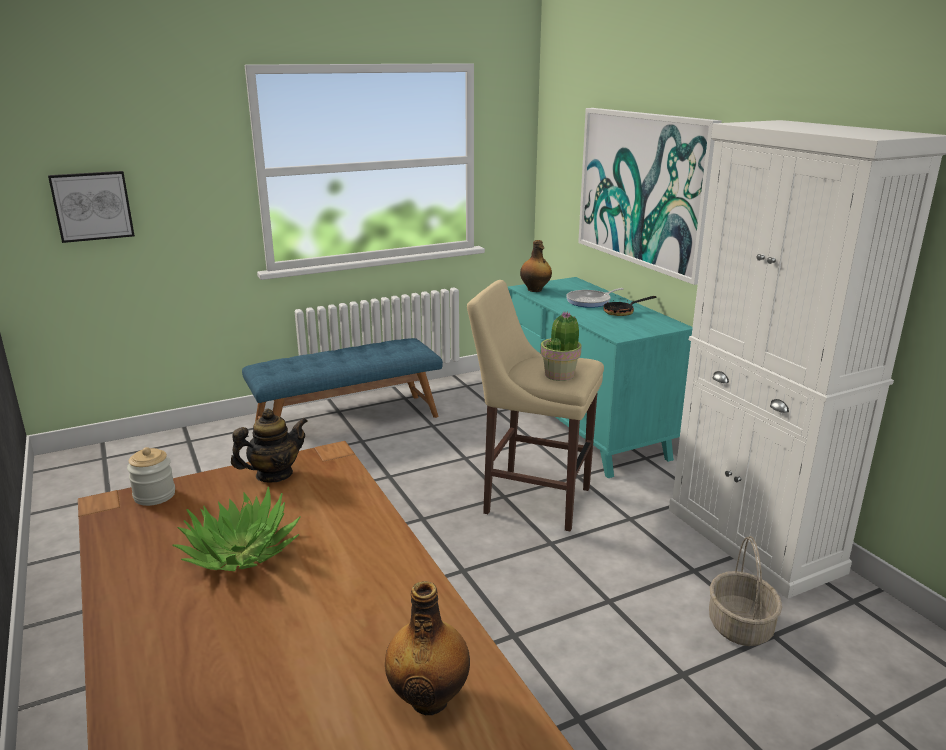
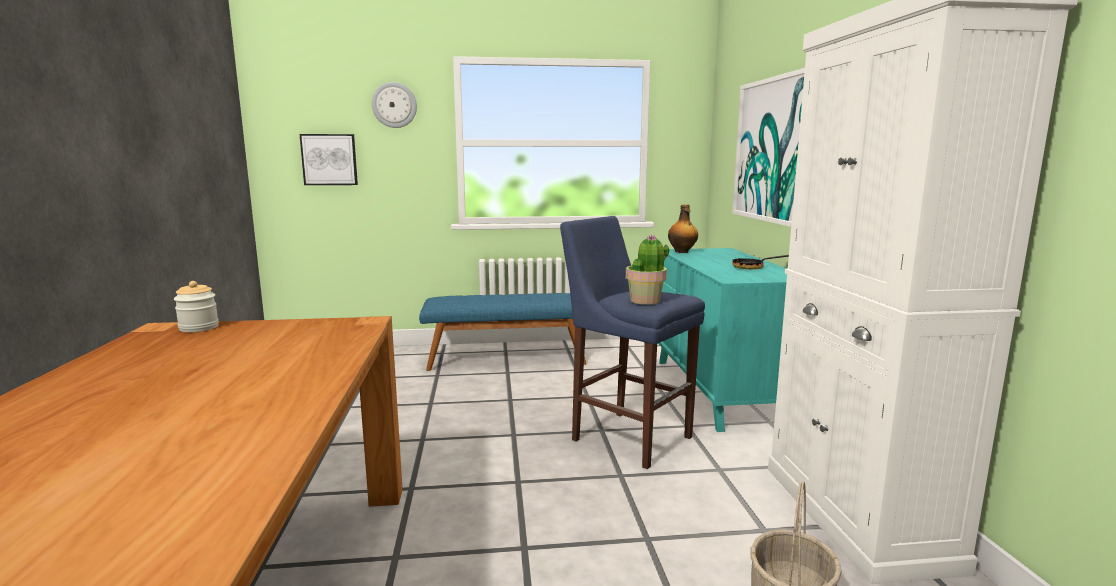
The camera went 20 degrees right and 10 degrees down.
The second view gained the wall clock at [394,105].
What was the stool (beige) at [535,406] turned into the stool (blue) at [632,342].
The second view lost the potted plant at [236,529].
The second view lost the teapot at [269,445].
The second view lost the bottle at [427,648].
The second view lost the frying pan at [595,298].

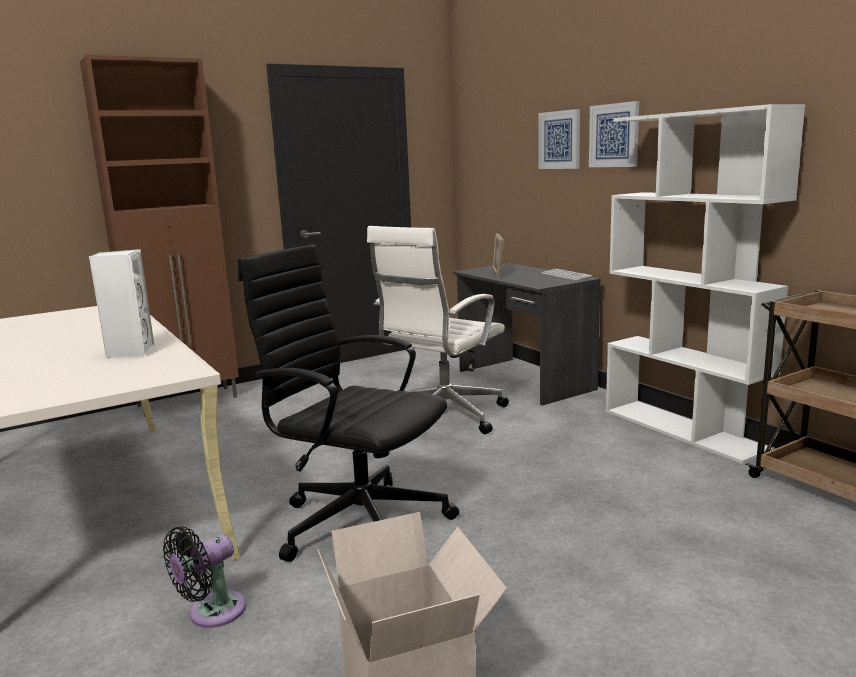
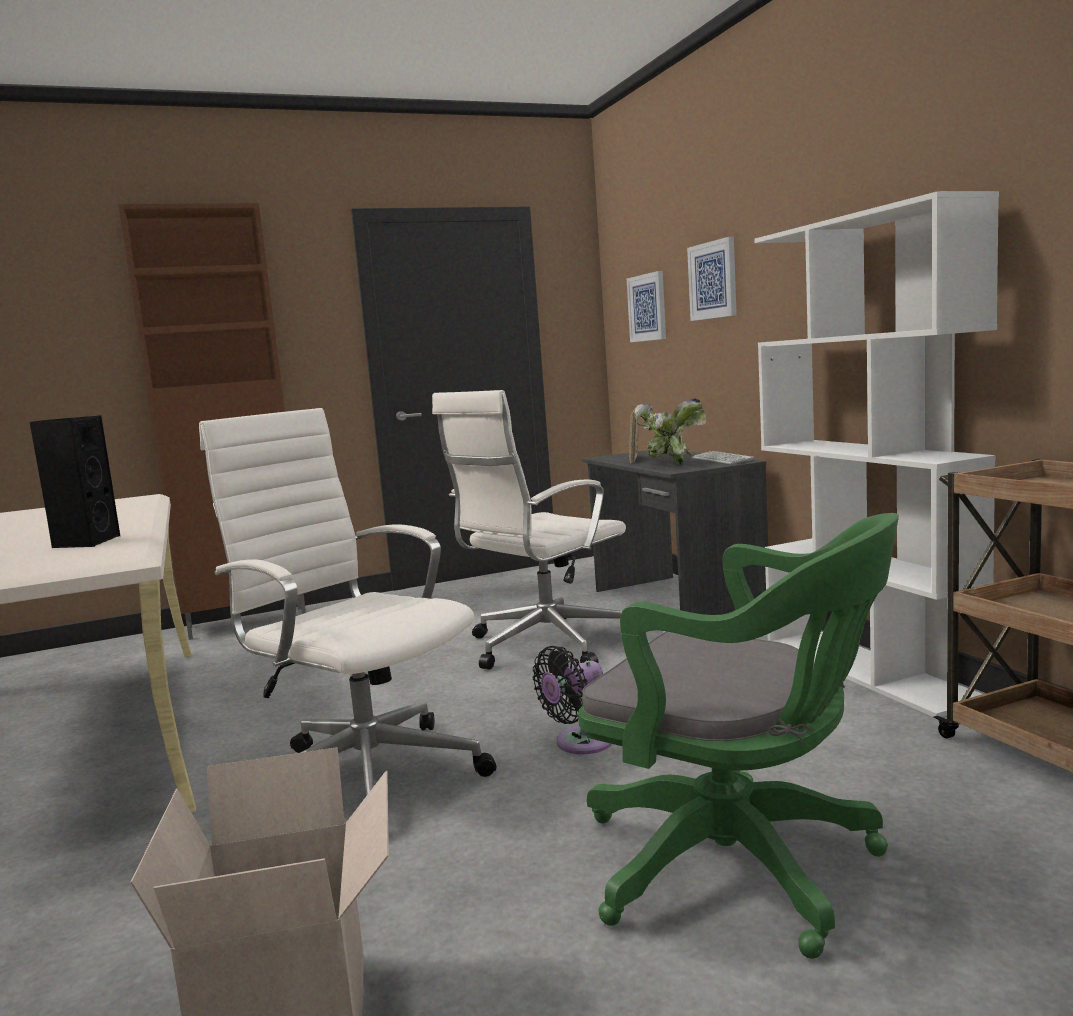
The camera went 10 degrees right and 5 degrees down.
What was the speaker (white) at [122,303] turned into the speaker (black) at [75,481].
What was the office chair (black) at [348,403] turned into the office chair (white) at [347,602].
The fan (black) ended up elsewhere, having gone from [204,577] to [572,700].
The second view gained the office chair (green) at [738,736].
The picture ended up elsewhere, having gone from [614,134] to [646,306].
The second view gained the potted plant at [670,431].

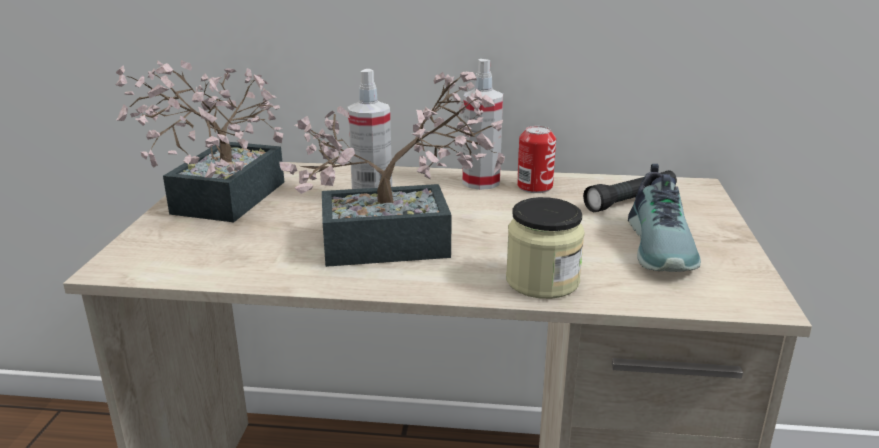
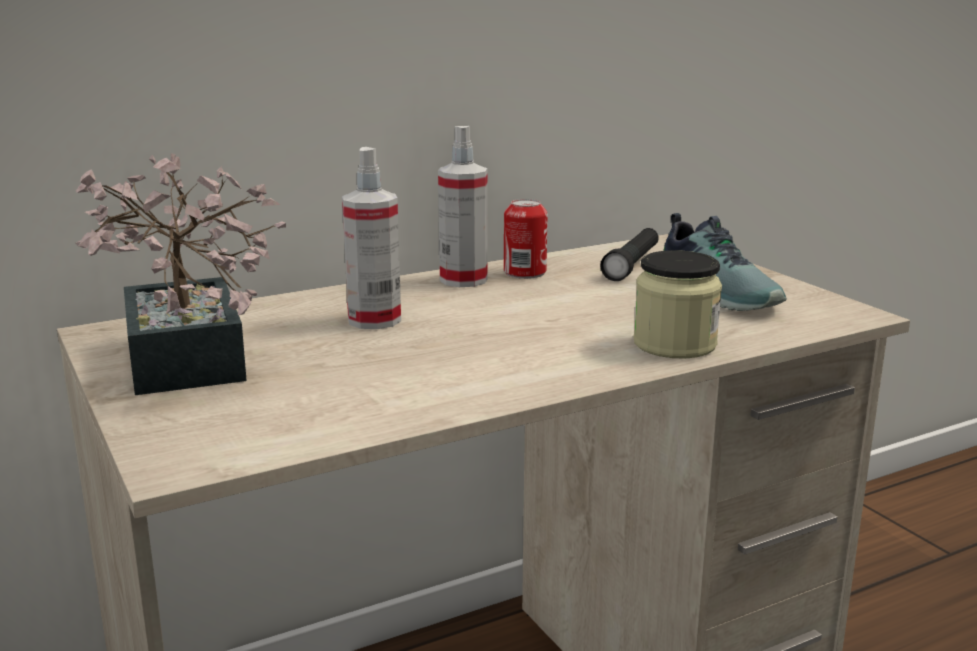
The camera went 35 degrees left and 5 degrees down.
The second view lost the potted plant at [392,169].

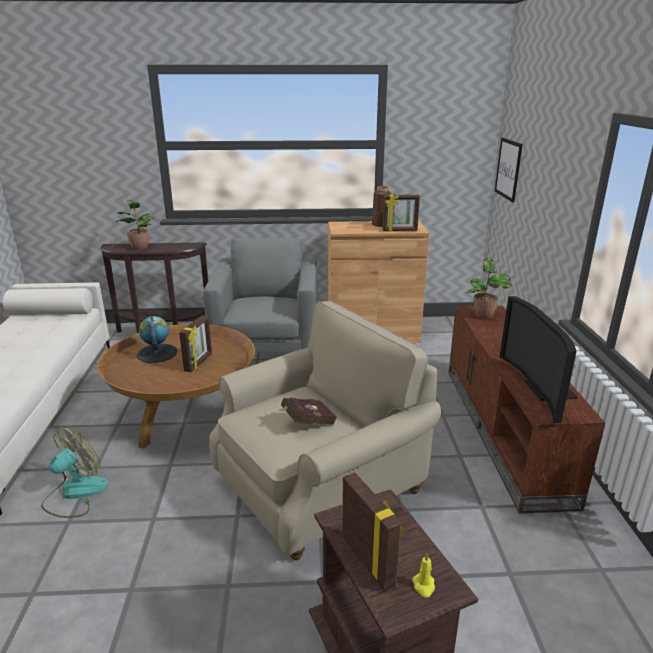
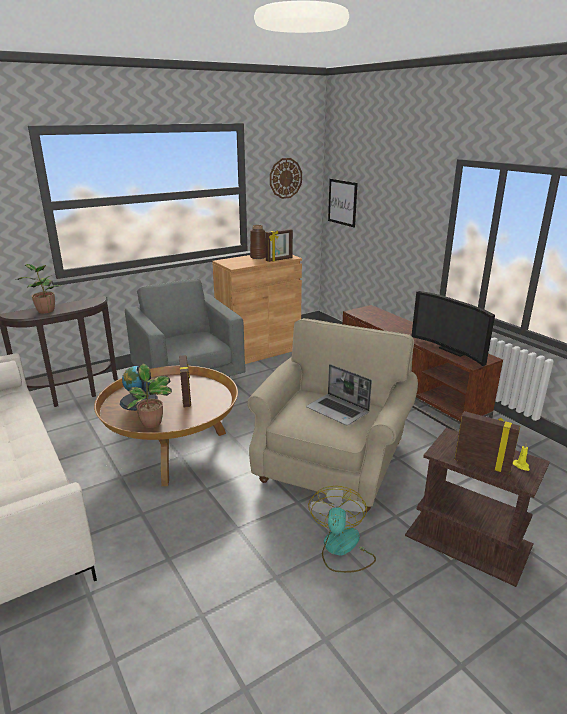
The camera went 30 degrees left and 0 degrees up.
The potted plant ended up elsewhere, having gone from [489,288] to [149,396].
The second view gained the wall clock at [286,178].
Where the book (red) stood at [308,411], the laptop came to stand at [339,395].
The fan ended up elsewhere, having gone from [74,472] to [342,529].

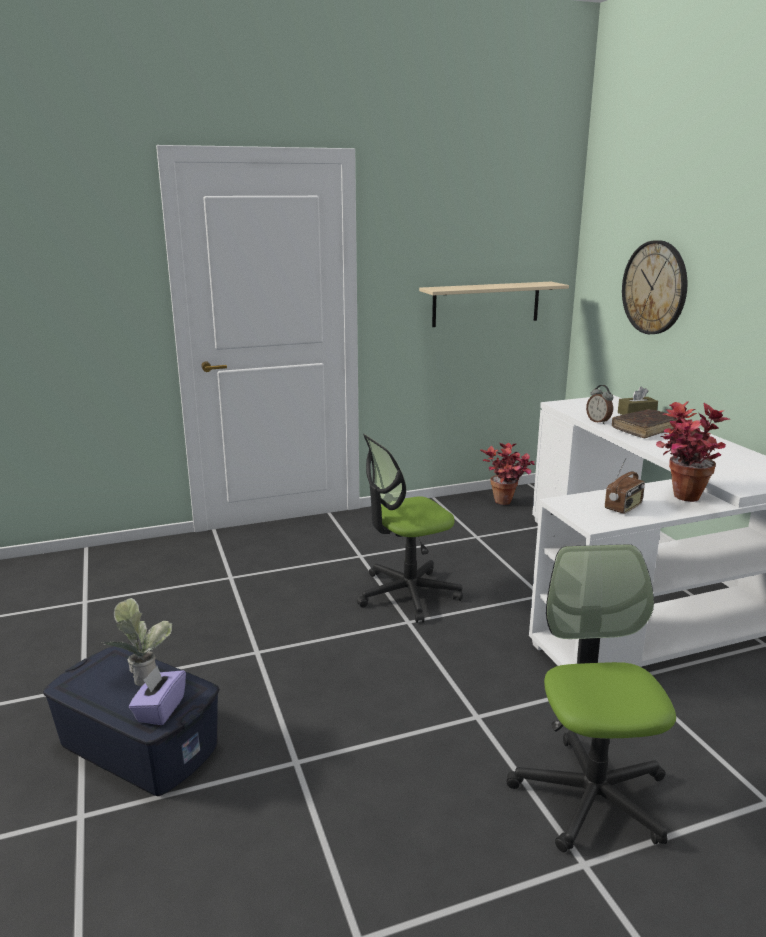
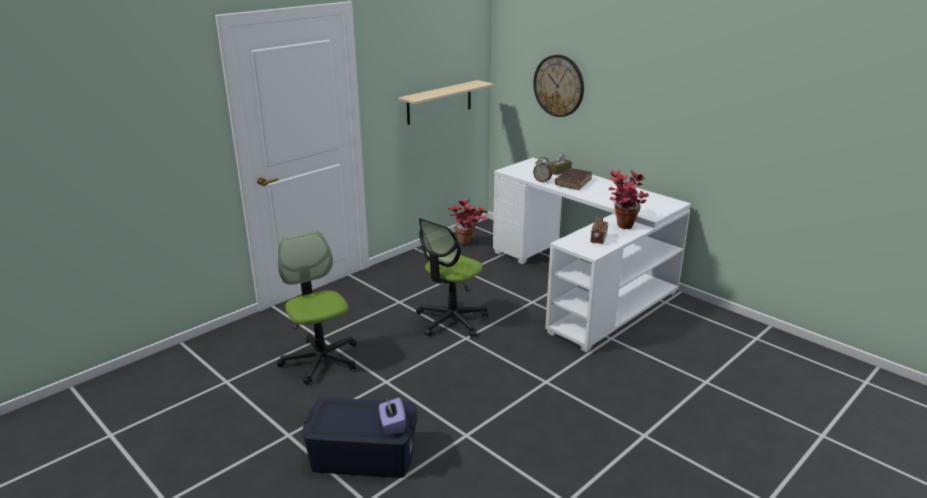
The camera went 25 degrees left and 5 degrees up.
The office chair ended up elsewhere, having gone from [591,698] to [317,308].
The second view lost the potted plant at [137,642].

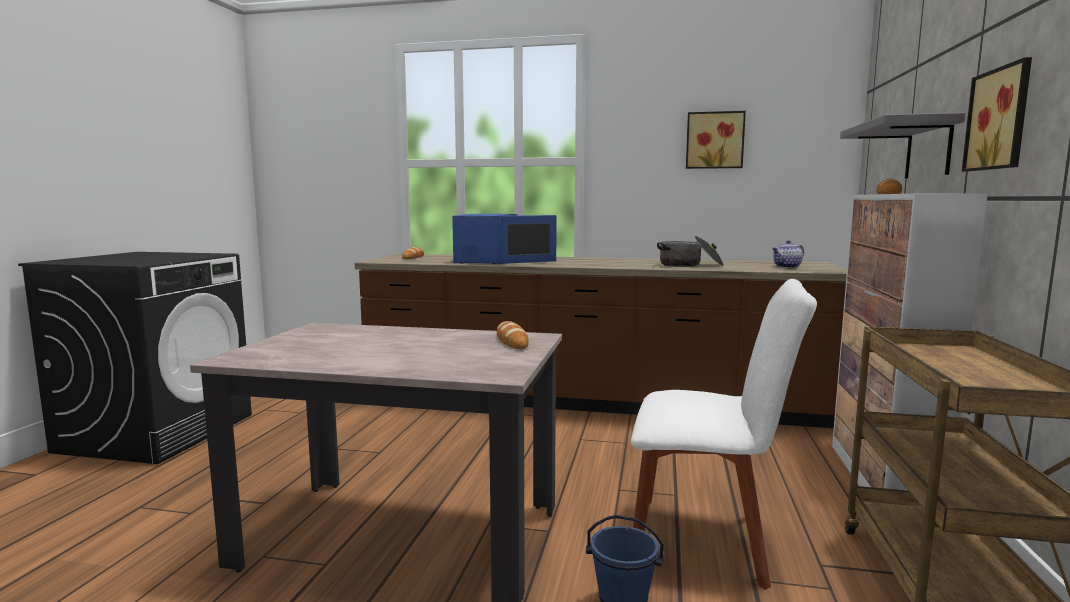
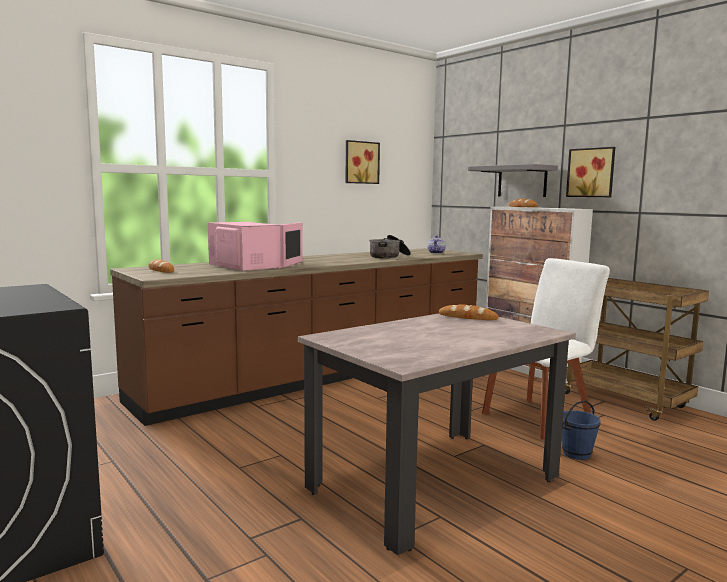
The camera went 50 degrees left and 0 degrees up.
What was the microwave (blue) at [504,239] turned into the microwave (pink) at [255,246].

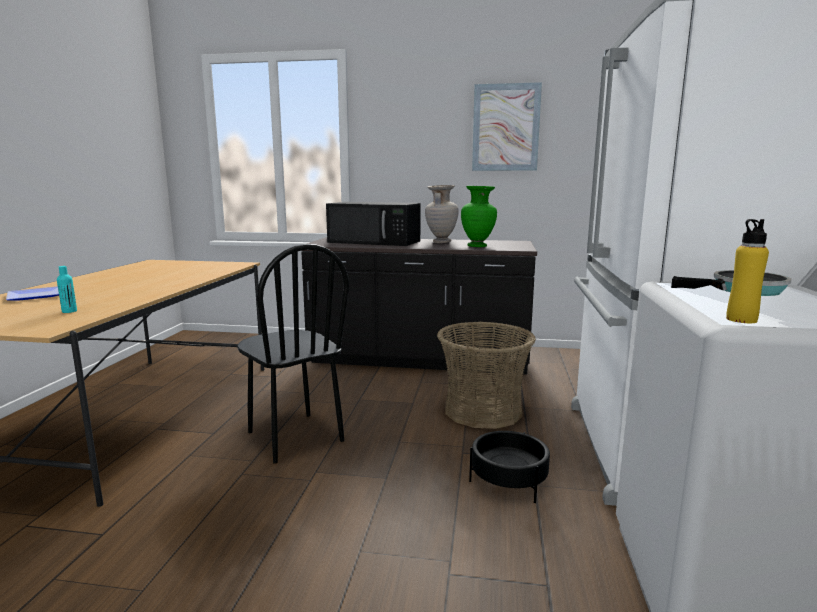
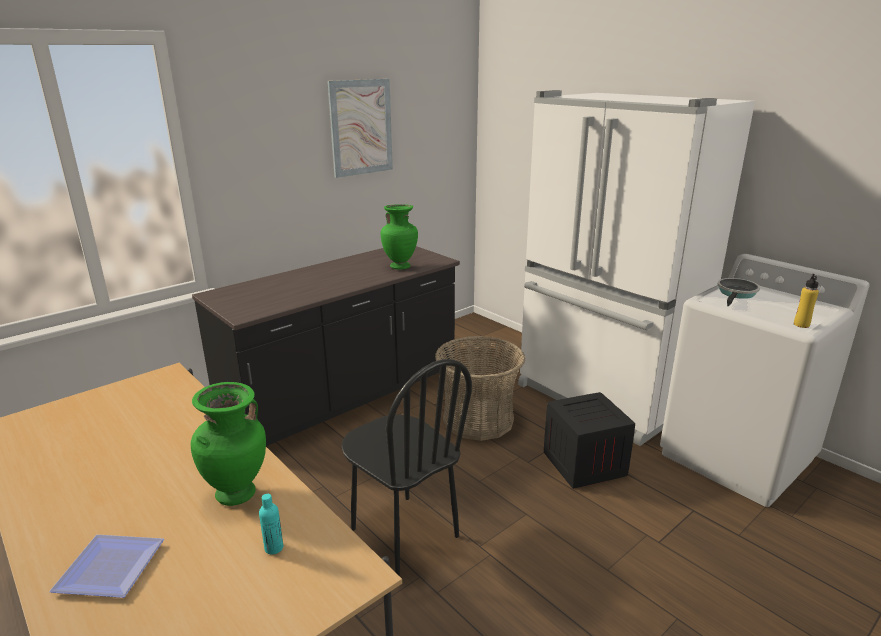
The camera went 50 degrees left and 10 degrees up.
The second view gained the vase (green) at [228,444].
The chair (black) at [293,354] ended up facing another way, 45 degrees clockwise from before.
Where the planter (black) stood at [509,467], the crate came to stand at [589,440].
The second view lost the microwave (black) at [373,224].
The second view lost the vase (beige) at [442,214].

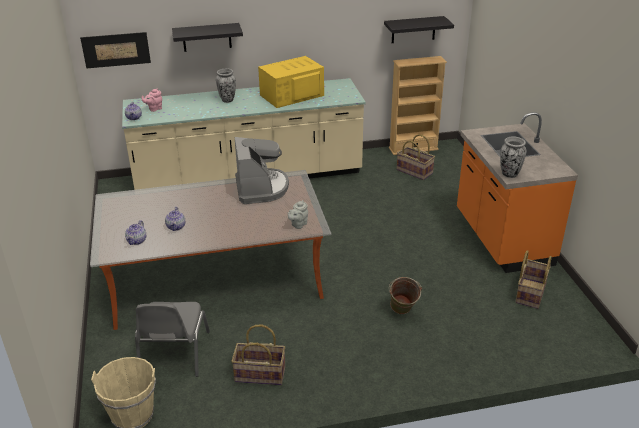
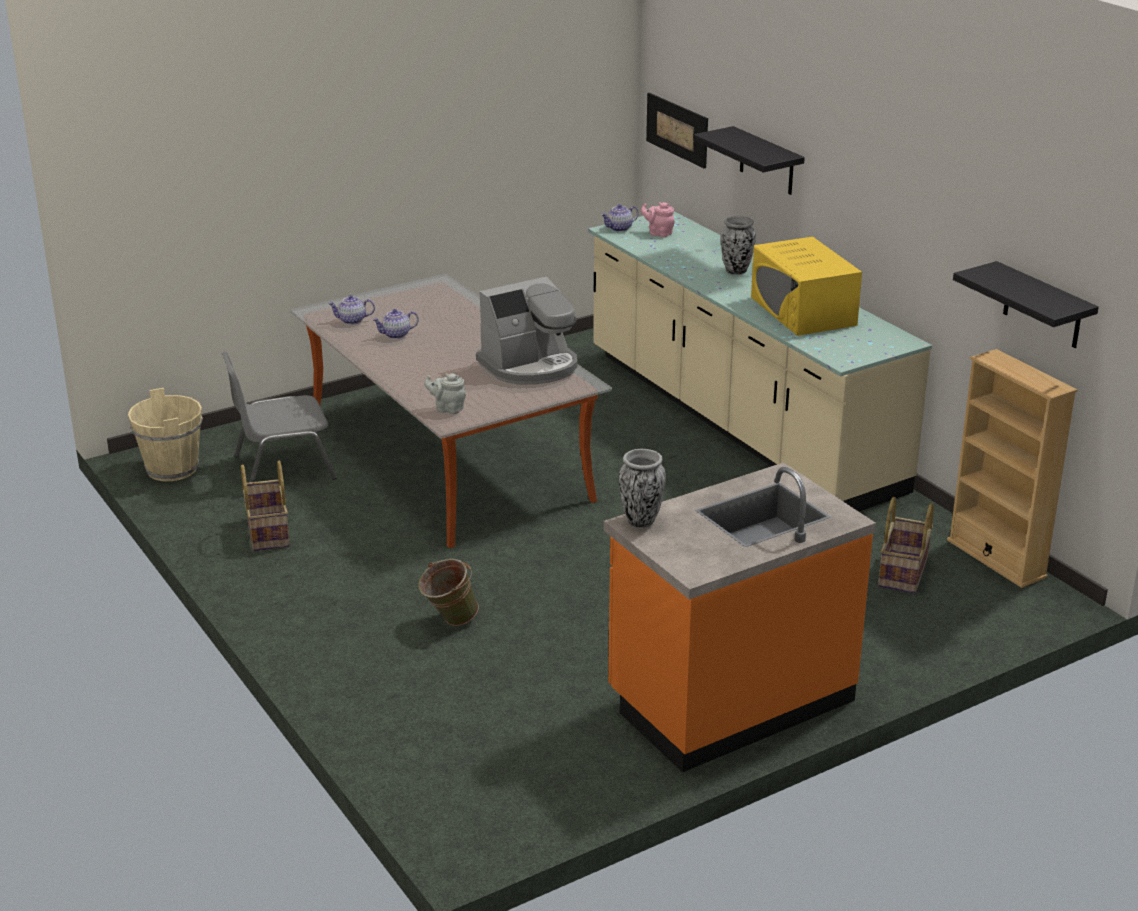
The camera went 70 degrees right and 5 degrees down.
The microwave (yellow) at [291,82] ended up facing another way, 150 degrees counterclockwise from before.
The second view lost the basket at [533,279].

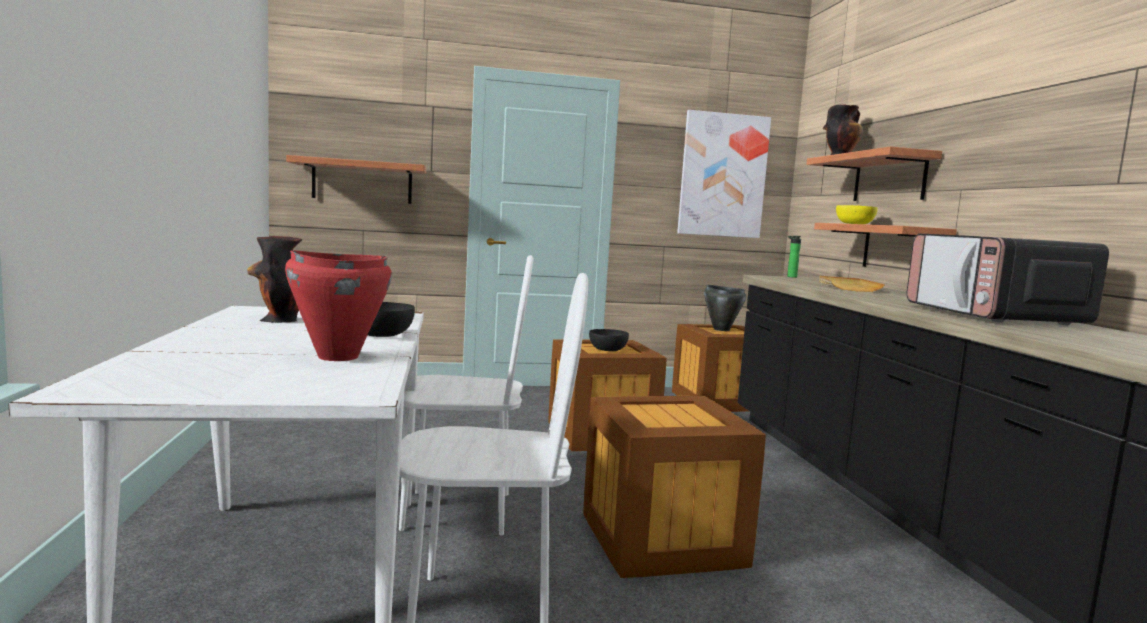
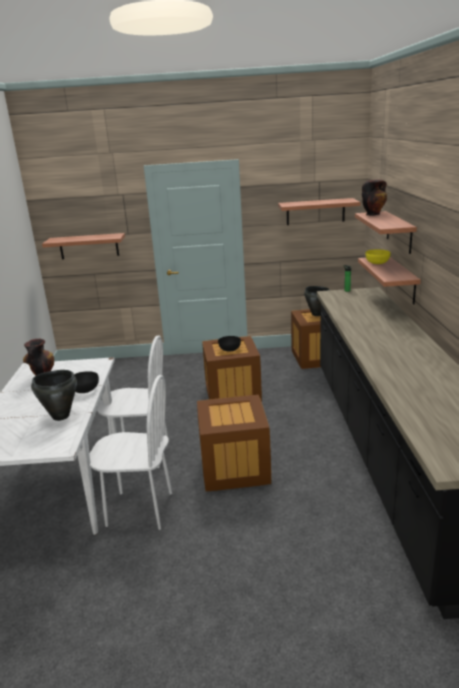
The camera went 10 degrees right and 15 degrees up.
What was the cooking pot (red) at [338,305] turned into the cooking pot (black) at [54,395].
Where the picture hung at [724,174], the shelf came to hang at [319,211].
The second view lost the tray (beige) at [852,284].
The second view lost the microwave at [1007,279].

